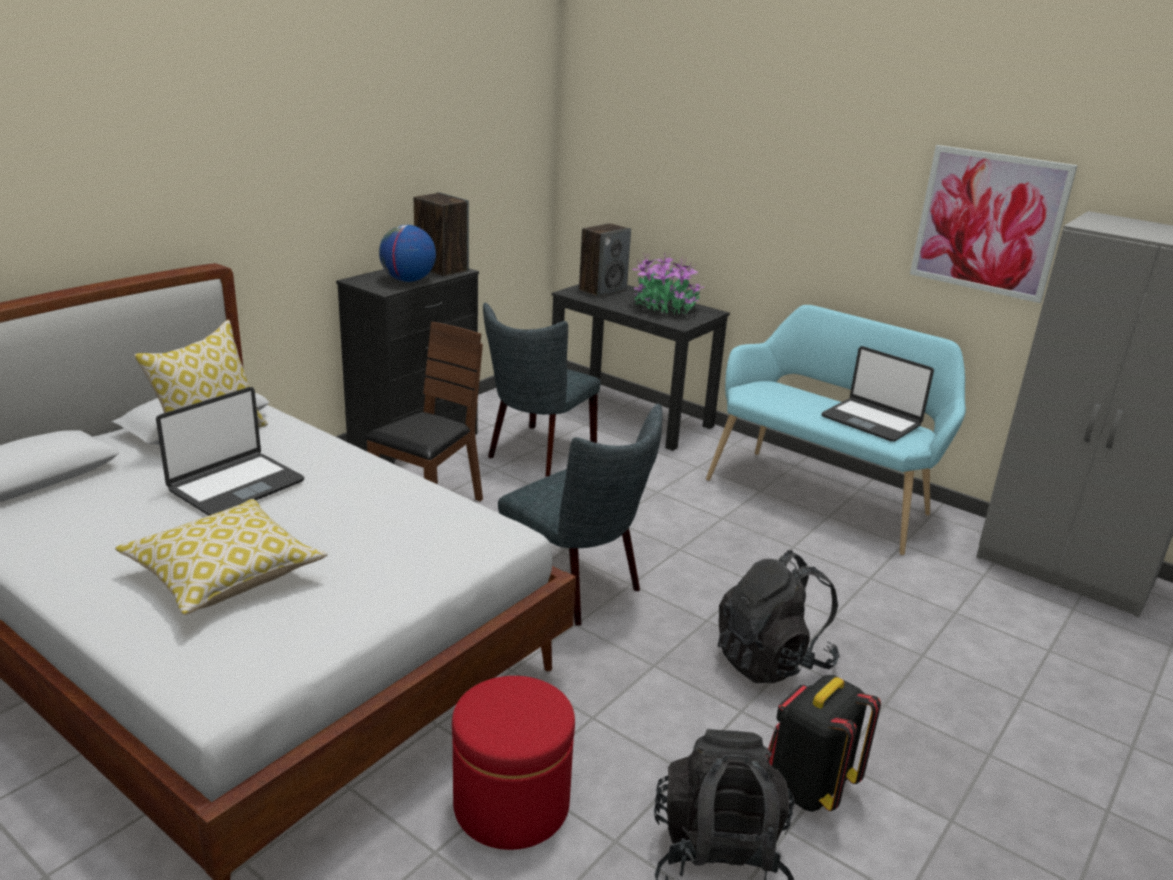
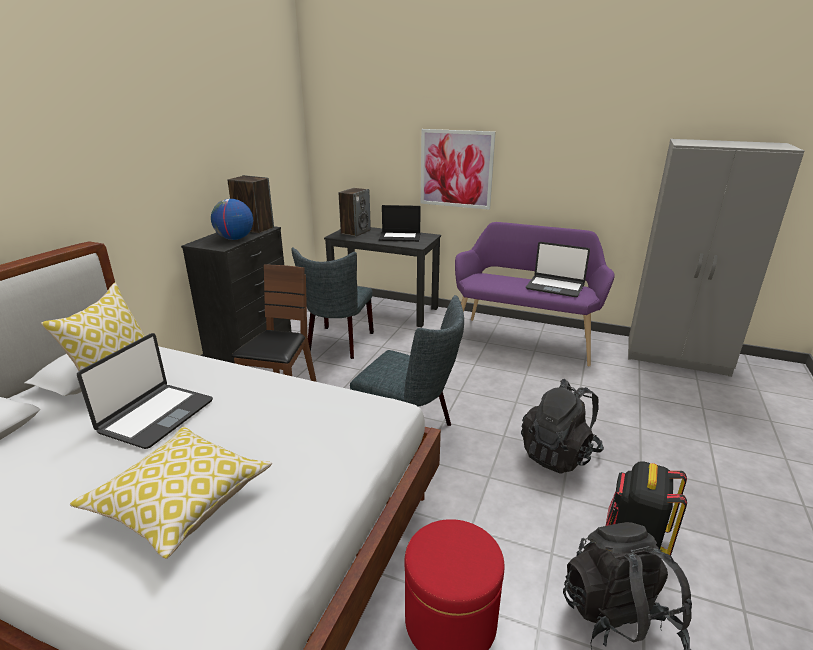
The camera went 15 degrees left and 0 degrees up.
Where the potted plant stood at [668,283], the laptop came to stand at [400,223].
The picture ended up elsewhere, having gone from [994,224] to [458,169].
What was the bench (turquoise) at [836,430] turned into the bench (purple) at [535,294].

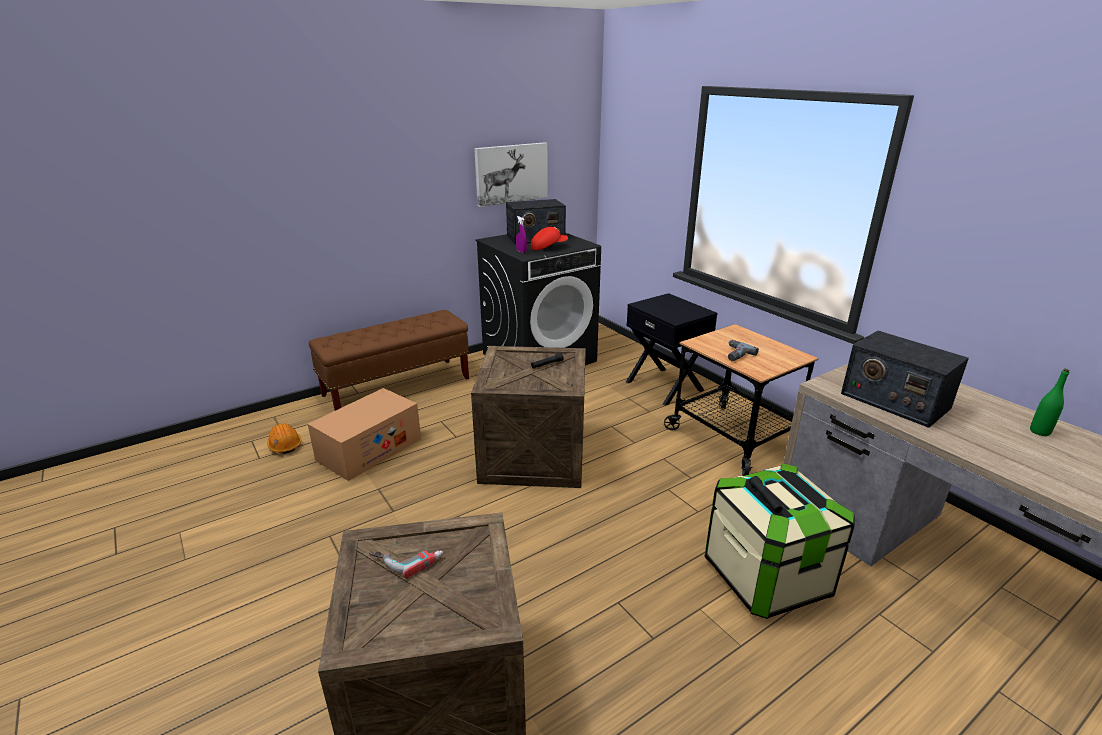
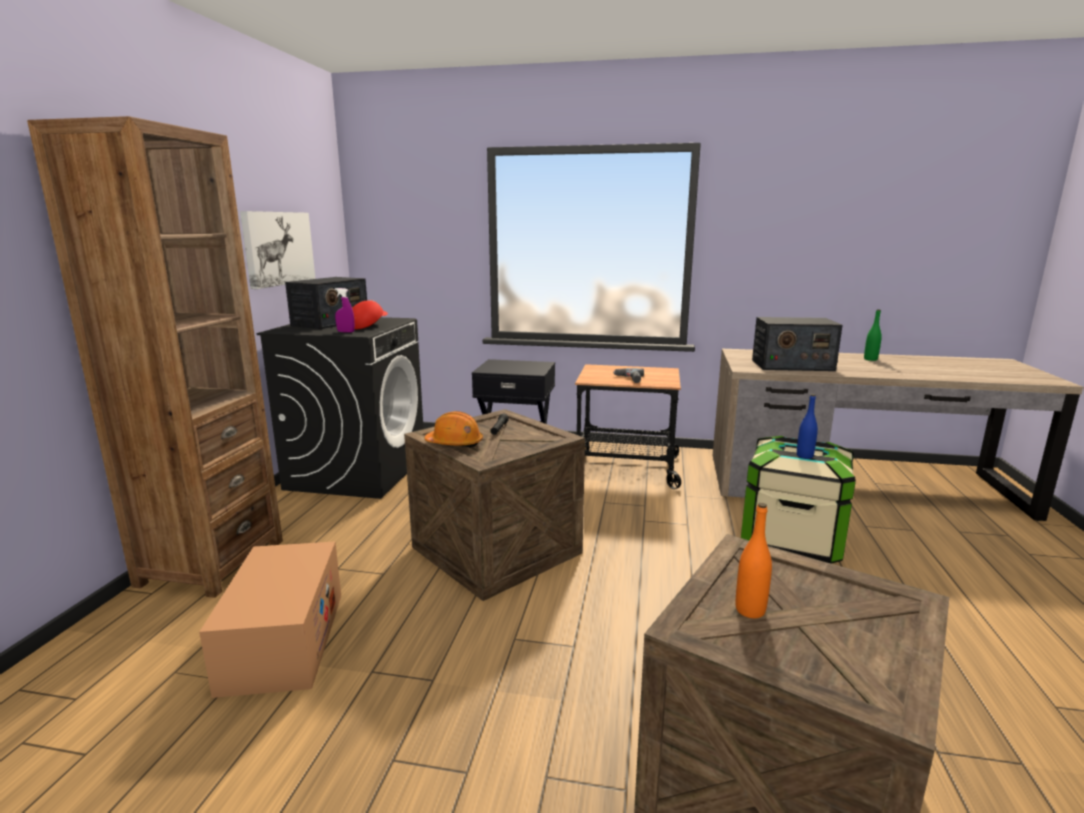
The camera went 45 degrees left and 10 degrees down.
Where the bench (brown) stood at [389,360], the bookcase (brown) came to stand at [155,357].
The hard hat (orange) ended up elsewhere, having gone from [284,438] to [453,429].
Where the power drill stood at [406,565], the bottle (orange) came to stand at [754,560].
Where the flashlight (black) stood at [765,494], the bottle (blue) came to stand at [807,426].

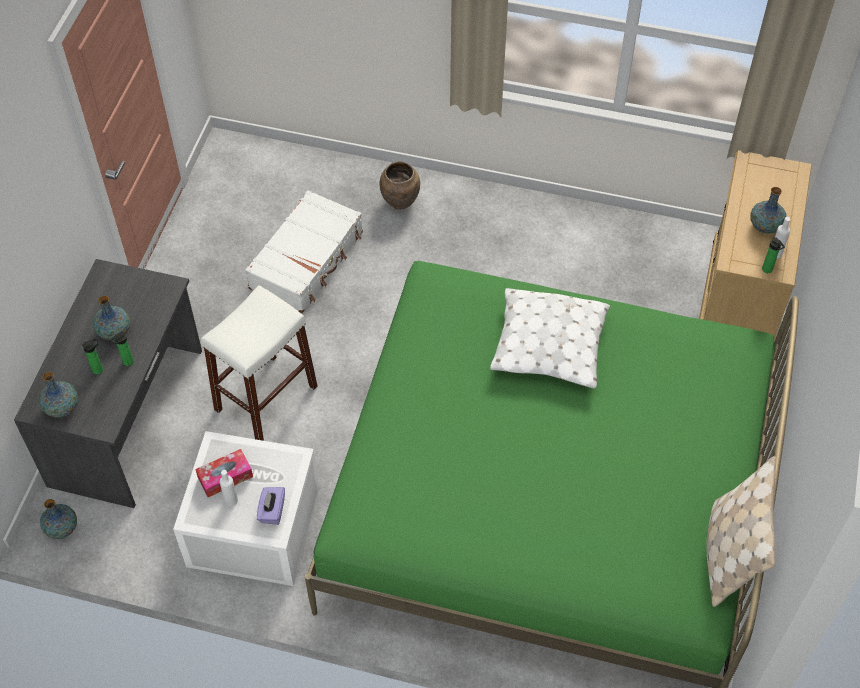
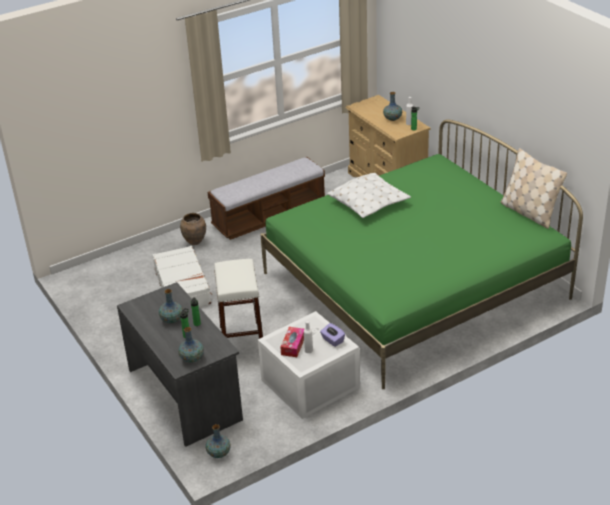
The camera went 45 degrees left and 20 degrees down.
The second view gained the bench at [266,198].

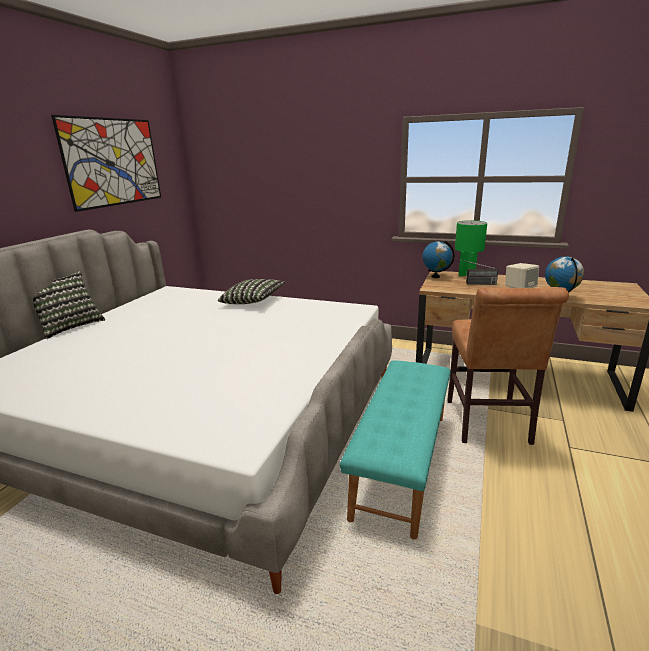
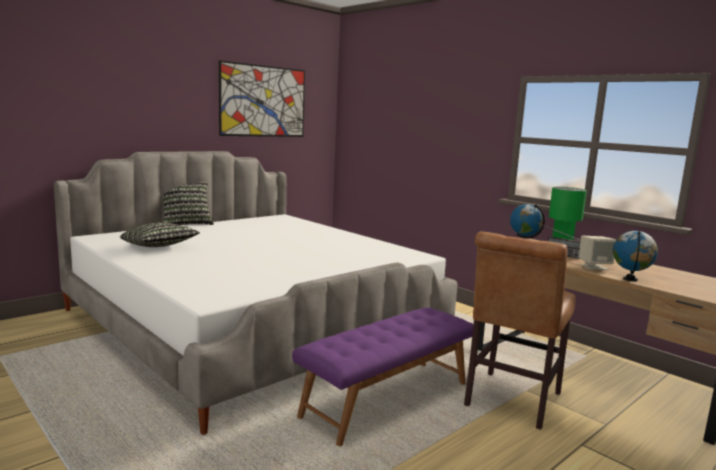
The camera went 25 degrees right and 10 degrees down.
The pillow ended up elsewhere, having gone from [251,291] to [160,234].
What was the bench (turquoise) at [395,450] turned into the bench (purple) at [383,376].

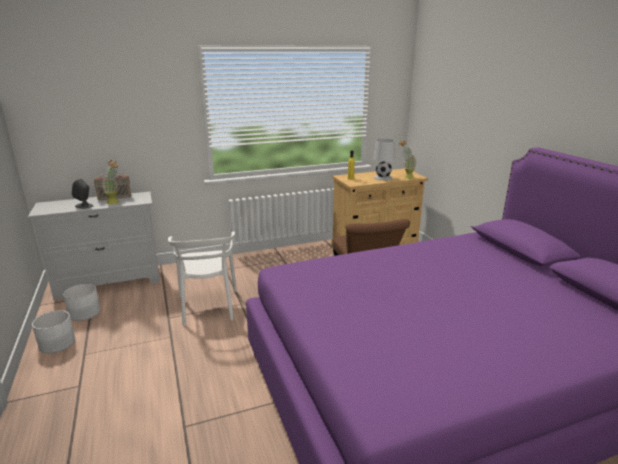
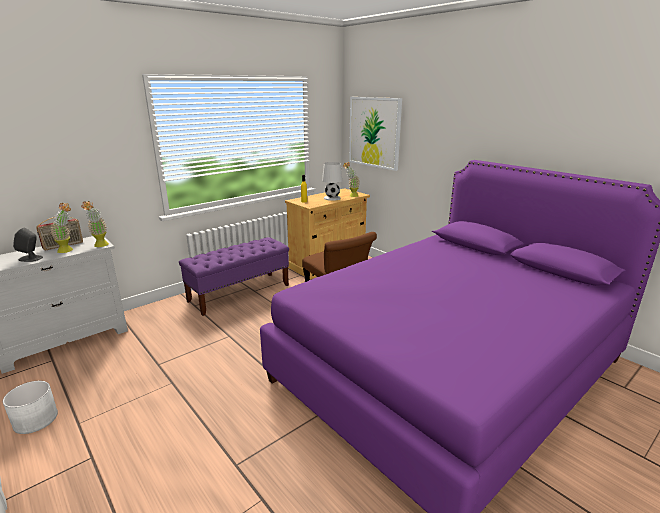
The camera went 20 degrees left and 0 degrees up.
The second view gained the potted plant at [95,224].
The second view gained the bench (purple) at [234,276].
The second view gained the picture at [375,134].
The second view lost the planter (white) at [81,302].
The second view lost the chair (white) at [202,279].

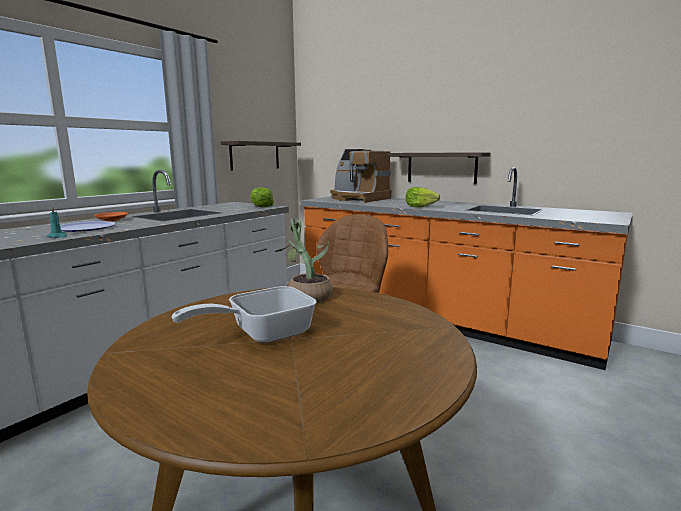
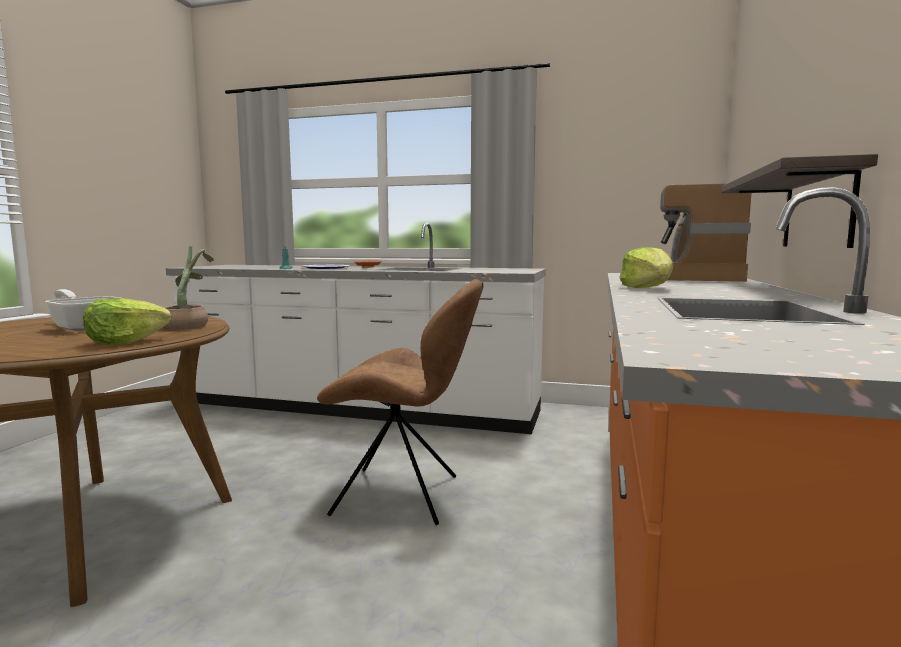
The camera went 70 degrees right and 5 degrees down.
The lettuce ended up elsewhere, having gone from [262,197] to [127,321].
The second view lost the shelf at [261,156].

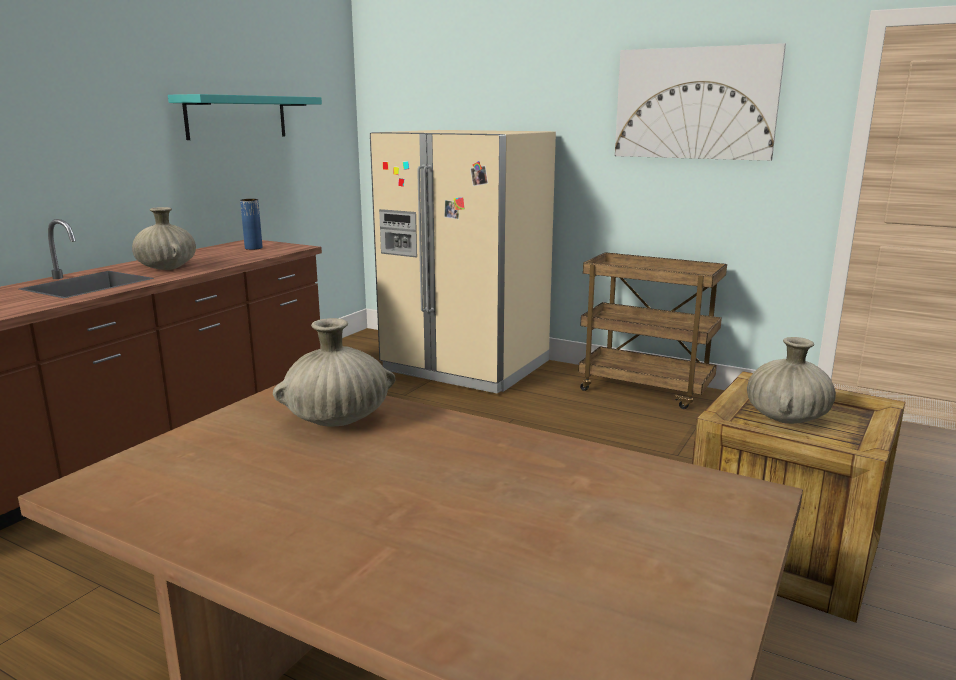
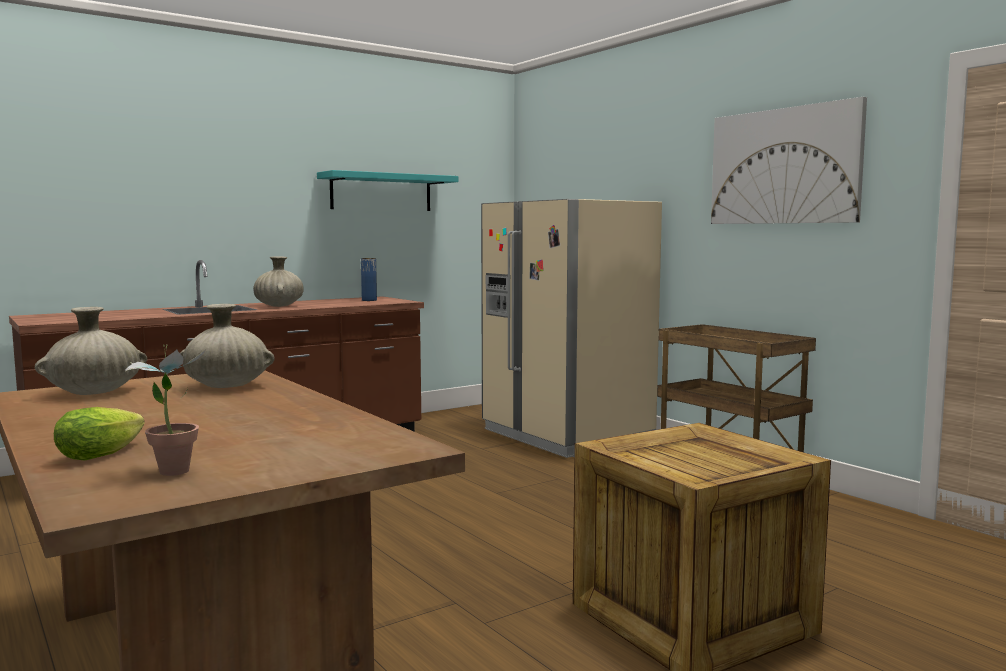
The camera went 25 degrees right and 10 degrees down.
The vase (beige) ended up elsewhere, having gone from [791,380] to [91,351].
The second view gained the lettuce at [99,434].
The second view gained the potted plant at [165,410].

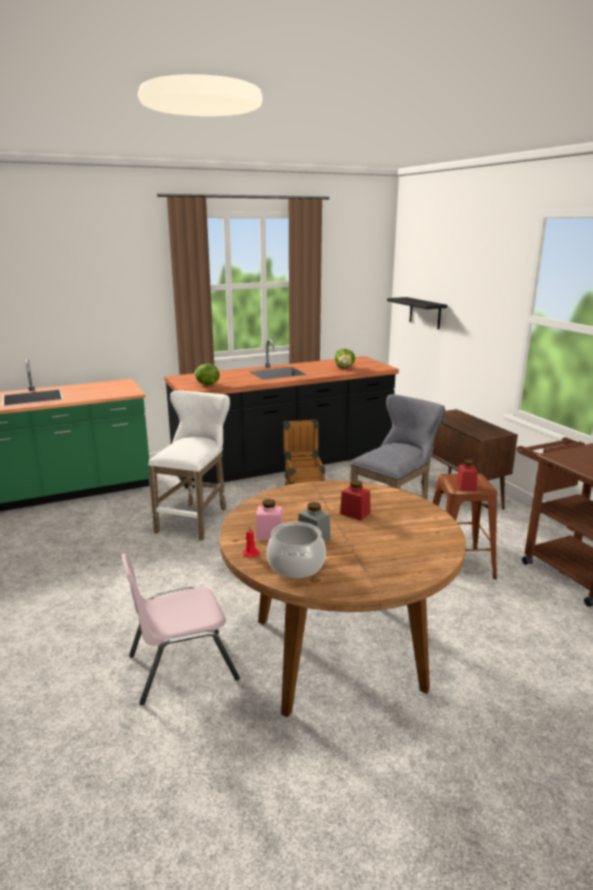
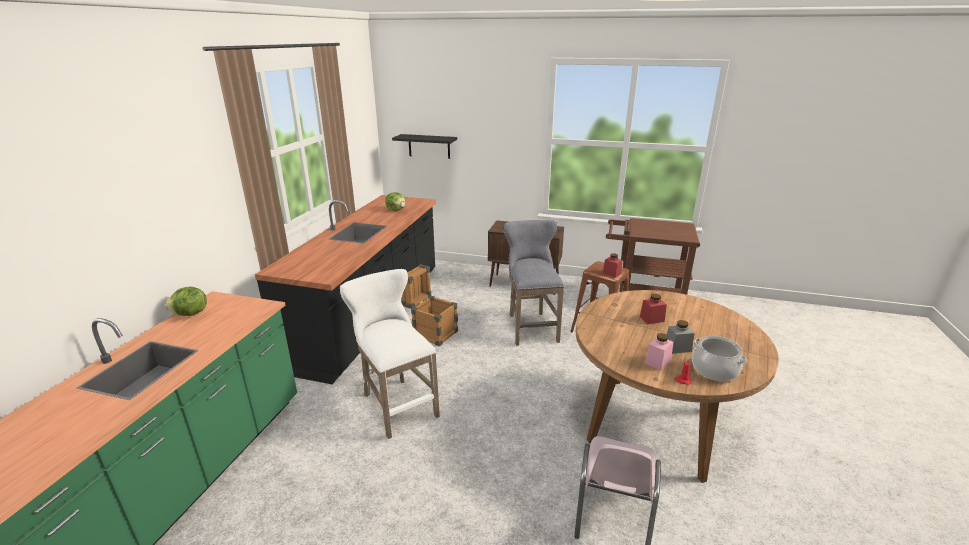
The camera went 50 degrees left and 5 degrees up.
The lettuce ended up elsewhere, having gone from [207,374] to [186,301].

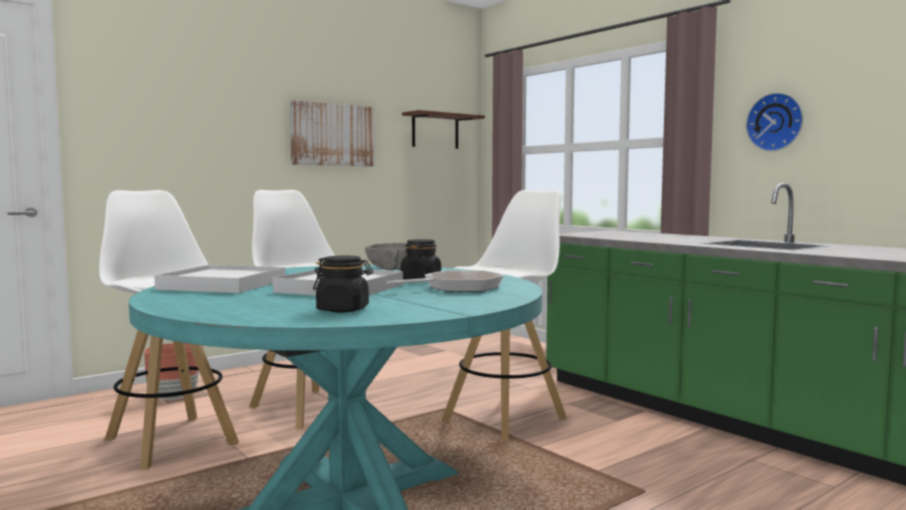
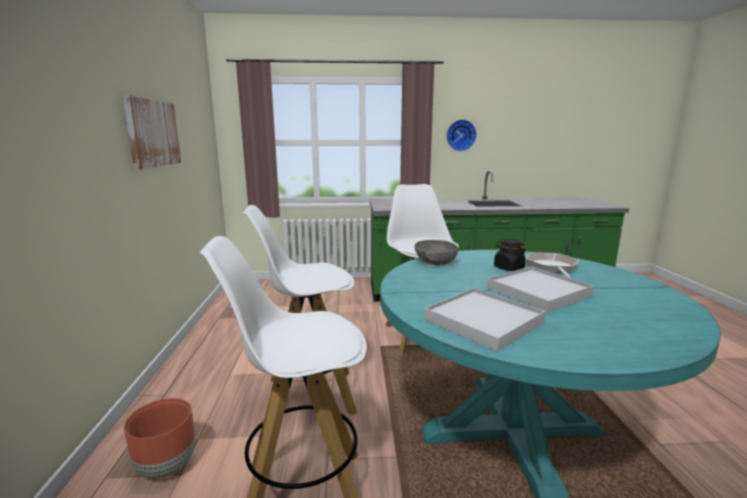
The camera went 55 degrees left and 10 degrees up.
The second view lost the jar (black) at [343,284].
The second view lost the shelf (brown) at [443,129].

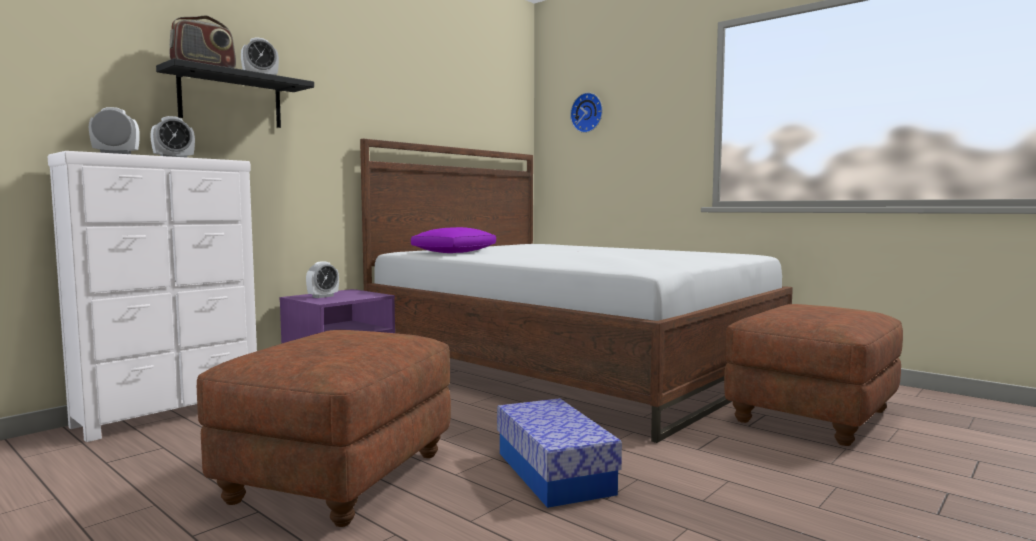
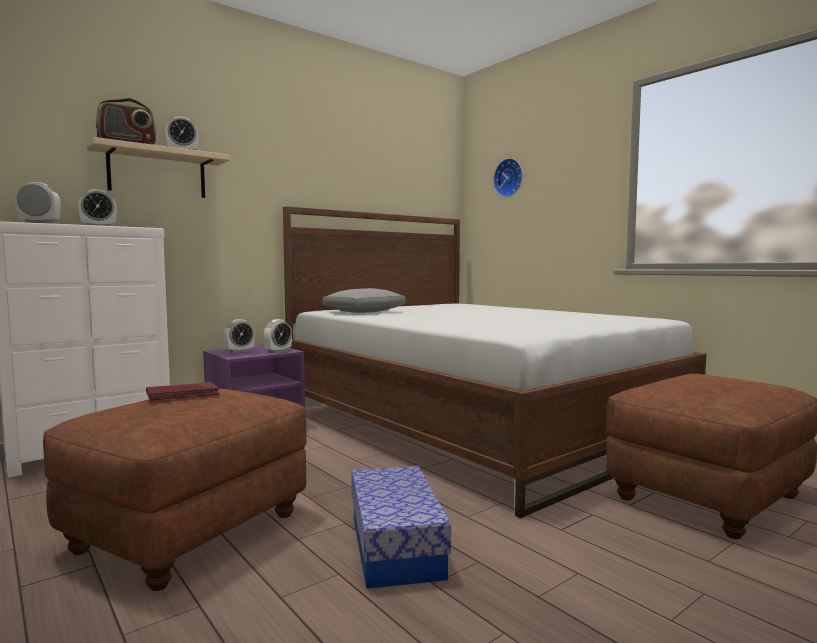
The camera went 10 degrees right and 0 degrees up.
What was the shelf (black) at [235,93] turned into the shelf (beige) at [159,167].
The second view gained the book (red) at [183,391].
The second view gained the alarm clock at [278,336].
What was the pillow (purple) at [453,240] turned into the pillow (grey) at [364,300].

